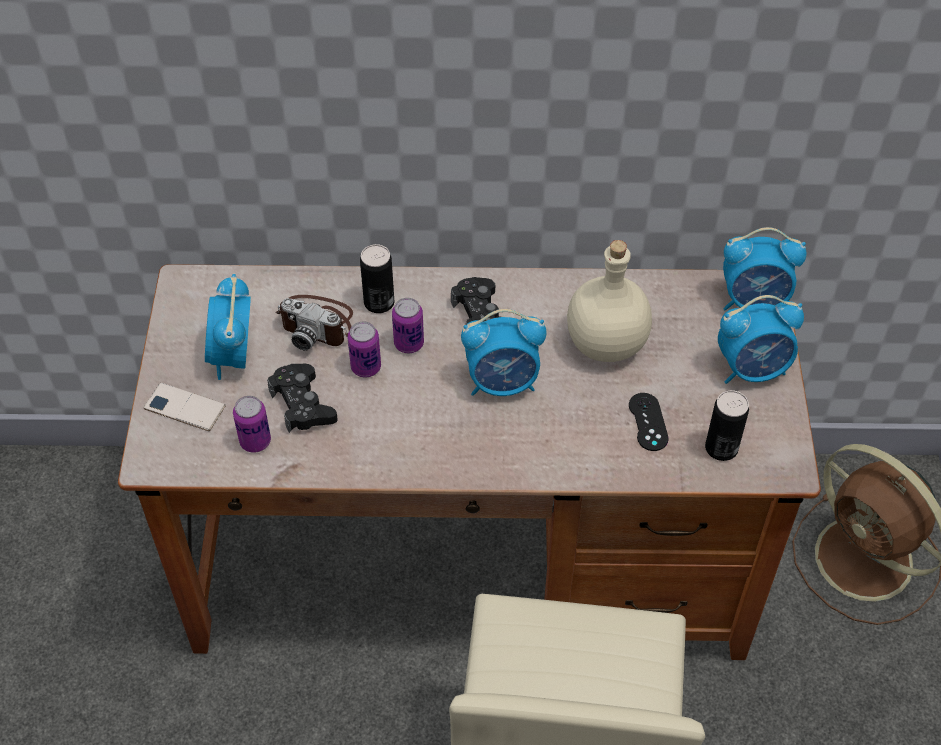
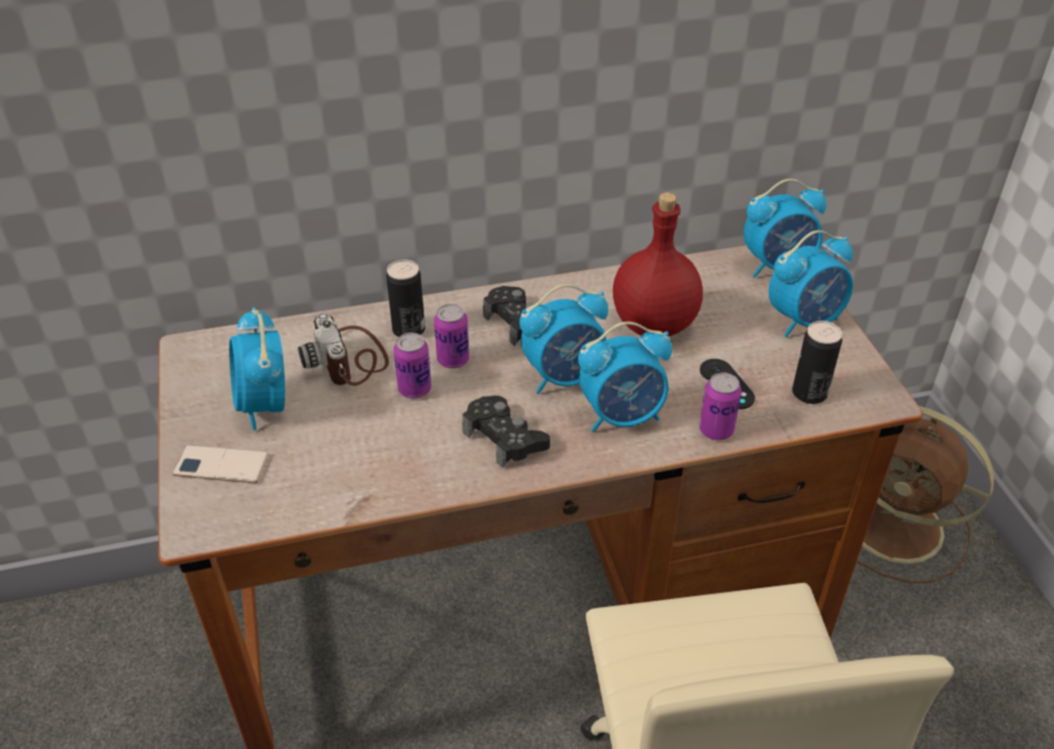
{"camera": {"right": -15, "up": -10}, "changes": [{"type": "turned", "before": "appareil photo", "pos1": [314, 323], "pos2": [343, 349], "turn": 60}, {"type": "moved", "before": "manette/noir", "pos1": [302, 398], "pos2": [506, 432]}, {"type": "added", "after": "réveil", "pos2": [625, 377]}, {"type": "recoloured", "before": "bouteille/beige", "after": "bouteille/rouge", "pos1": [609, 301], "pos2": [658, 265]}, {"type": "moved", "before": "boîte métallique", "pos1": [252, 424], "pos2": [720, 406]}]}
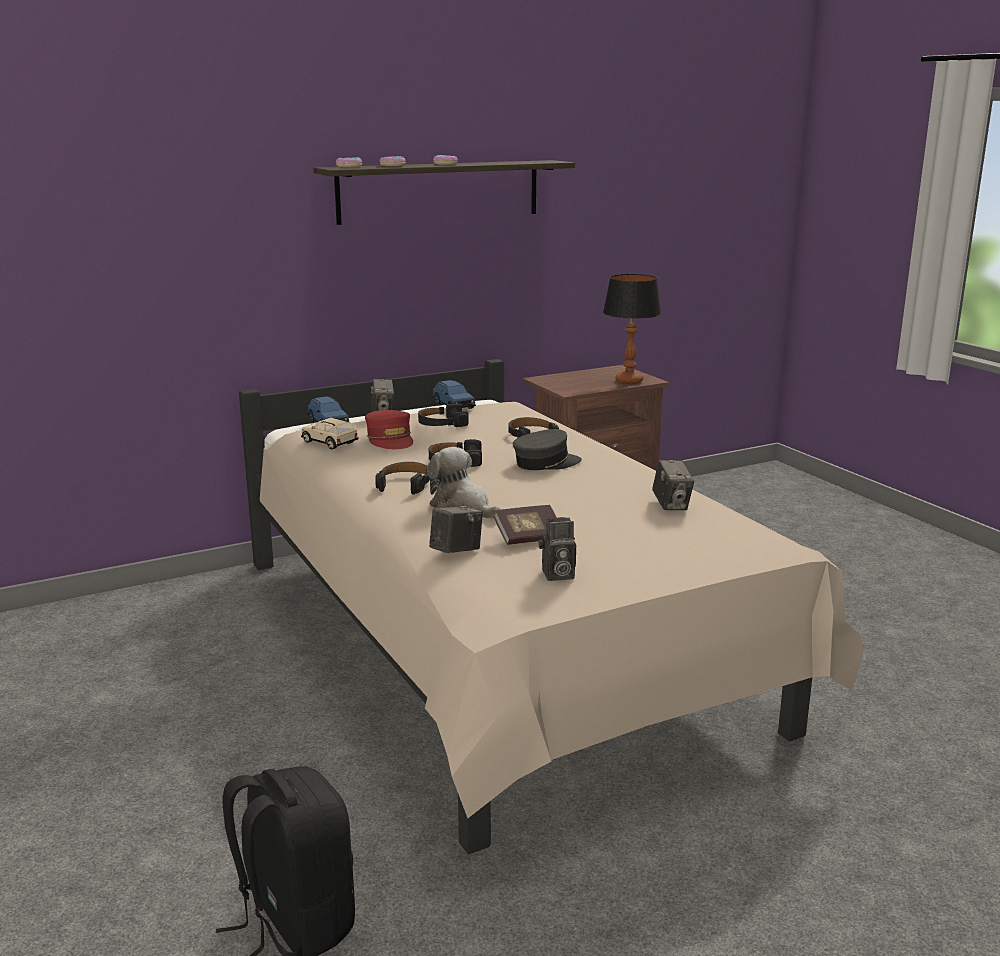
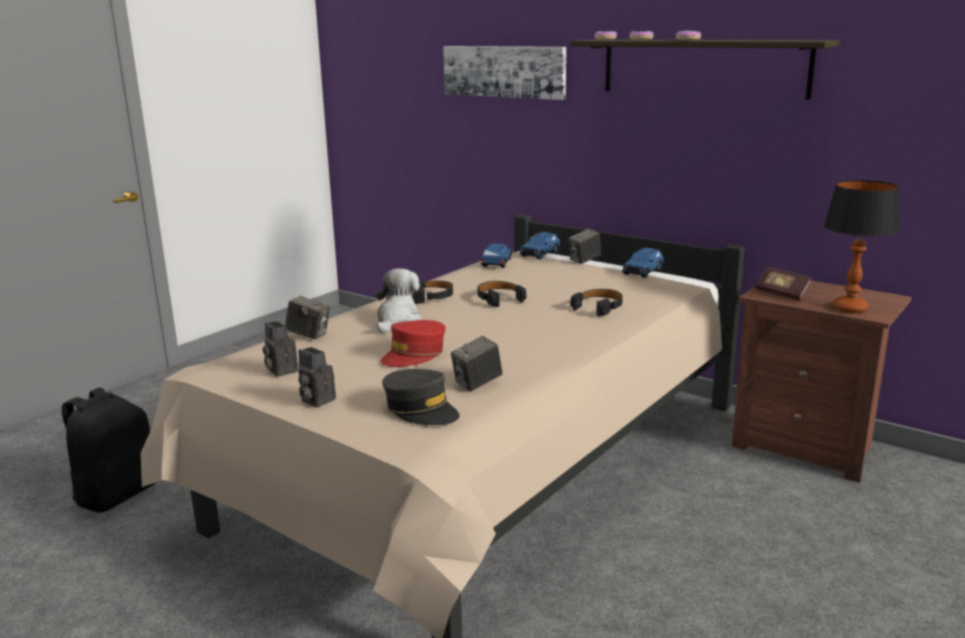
{"camera": {"right": 65, "up": 0}, "changes": [{"type": "added", "after": "appareil photo", "pos2": [317, 377]}, {"type": "moved", "before": "casquette/rouge", "pos1": [389, 429], "pos2": [413, 343]}, {"type": "moved", "before": "casquette/gris", "pos1": [547, 449], "pos2": [421, 397]}, {"type": "added", "after": "tableau", "pos2": [504, 73]}, {"type": "recoloured", "before": "petite voiture/beige", "after": "petite voiture/bleu", "pos1": [329, 433], "pos2": [496, 255]}, {"type": "moved", "before": "livre", "pos1": [525, 525], "pos2": [783, 283]}, {"type": "removed", "before": "casque audio/noir", "pos1": [443, 415]}]}
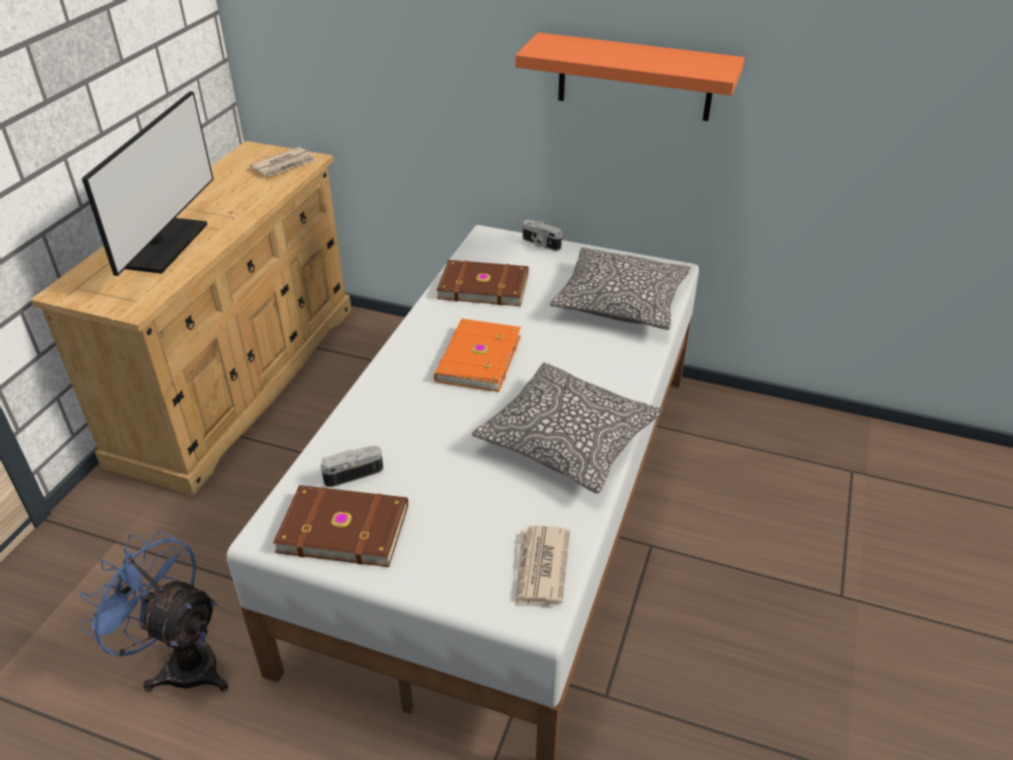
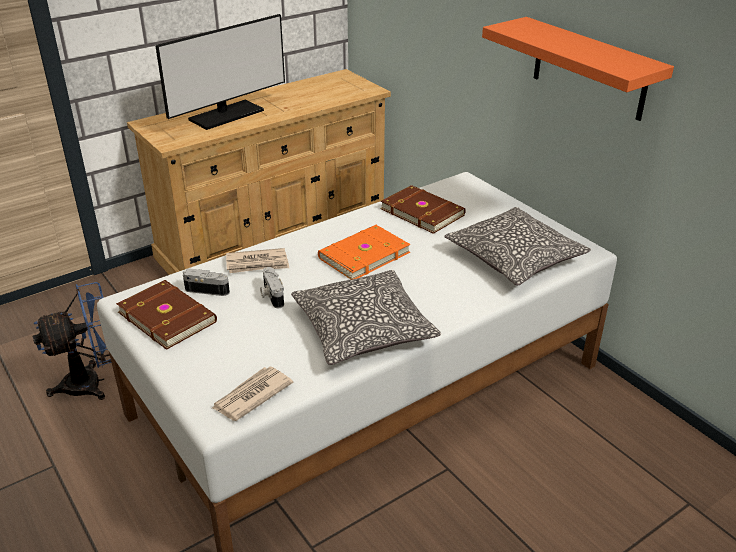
{"camera": {"right": 35, "up": -5}, "changes": [{"type": "turned", "before": "ventilateur/bleu", "pos1": [154, 611], "pos2": [72, 341], "turn": 90}, {"type": "moved", "before": "journal", "pos1": [283, 162], "pos2": [257, 260]}, {"type": "moved", "before": "appareil photo", "pos1": [542, 235], "pos2": [272, 287]}]}
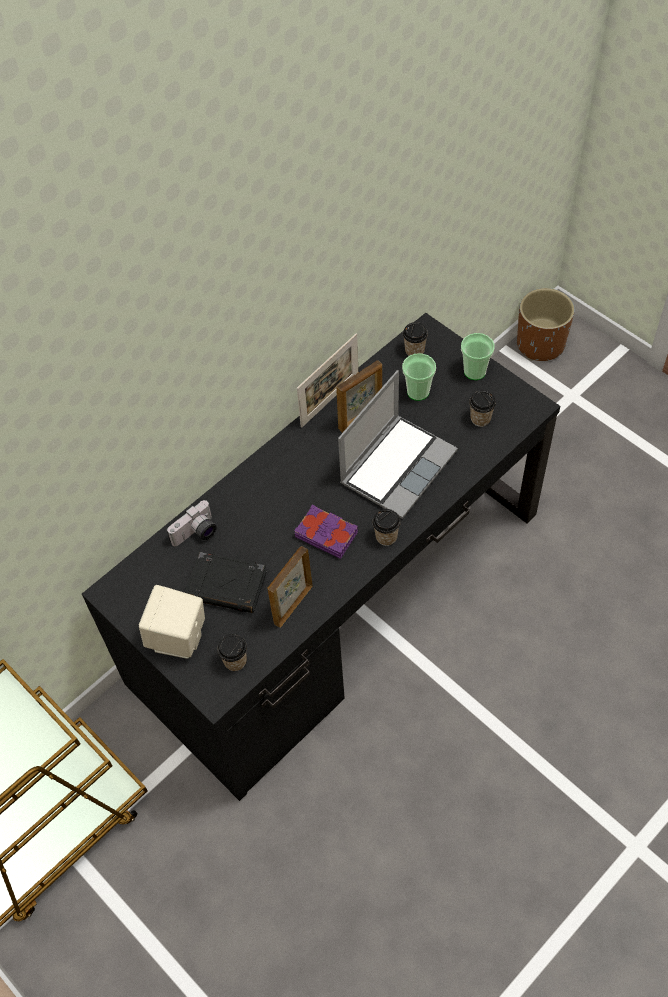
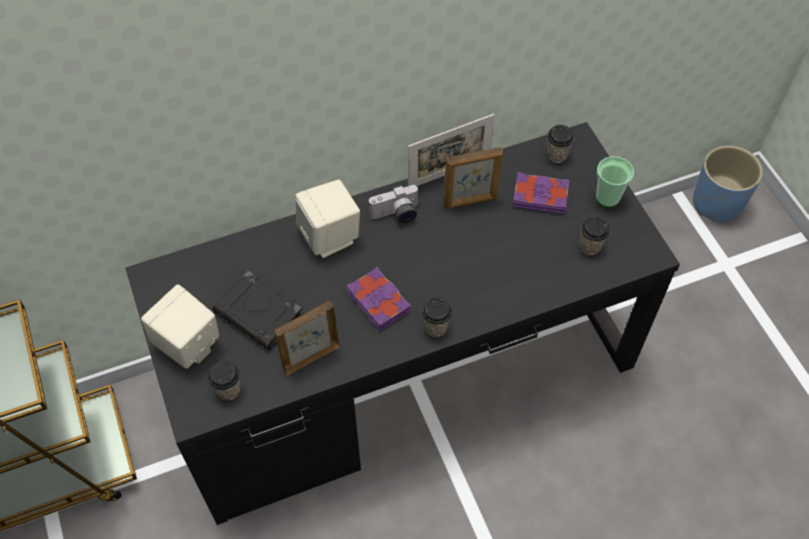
{"camera": {"right": 20, "up": 0}, "changes": [{"type": "added", "after": "enceinte/beige", "pos2": [327, 219]}, {"type": "moved", "before": "appareil photo", "pos1": [192, 523], "pos2": [393, 204]}, {"type": "replaced", "before": "tasse", "after": "livre/violet", "pos1": [419, 377], "pos2": [540, 193]}, {"type": "recoloured", "before": "cache-pot/marron", "after": "cache-pot/bleu", "pos1": [546, 324], "pos2": [728, 183]}, {"type": "removed", "before": "ordinateur portable", "pos1": [398, 444]}]}
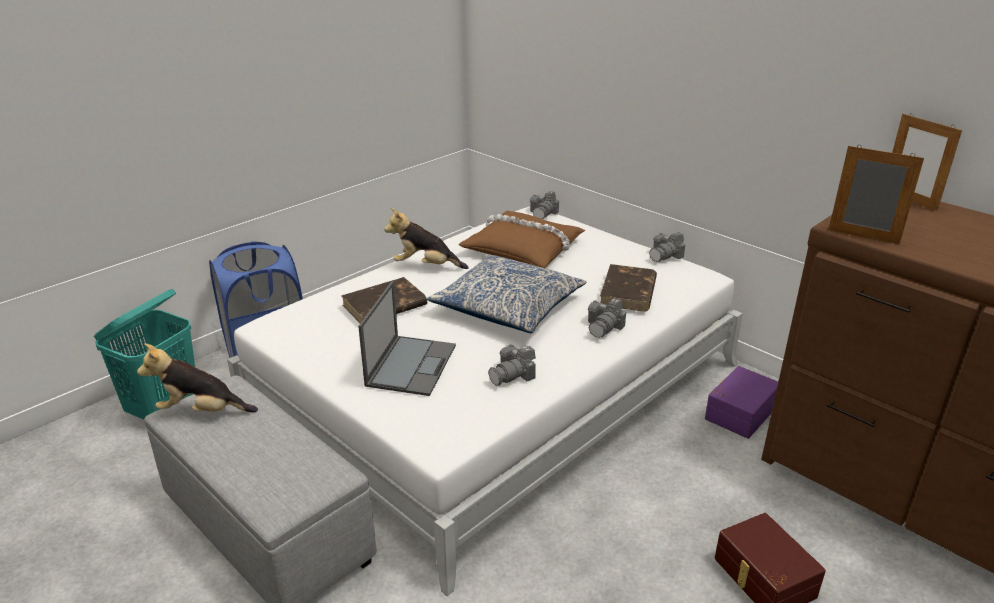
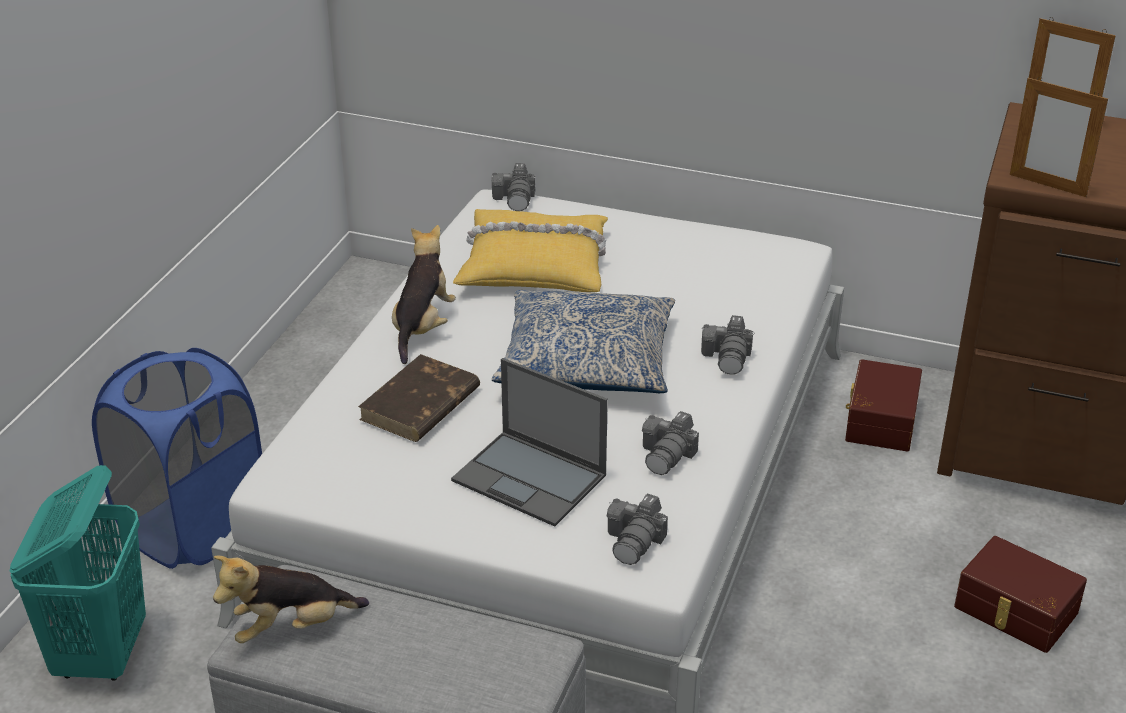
{"camera": {"right": -25, "up": 5}, "changes": [{"type": "turned", "before": "peluche", "pos1": [426, 238], "pos2": [424, 294], "turn": 120}, {"type": "turned", "before": "ordinateur portable", "pos1": [407, 338], "pos2": [529, 442], "turn": 135}, {"type": "recoloured", "before": "coussin/marron", "after": "coussin/jaune", "pos1": [522, 239], "pos2": [530, 250]}, {"type": "moved", "before": "appareil photo", "pos1": [667, 247], "pos2": [637, 529]}, {"type": "recoloured", "before": "boîte de rangement/violet", "after": "boîte de rangement/marron", "pos1": [741, 402], "pos2": [883, 405]}, {"type": "turned", "before": "cadre photo", "pos1": [876, 195], "pos2": [1059, 137], "turn": -150}, {"type": "removed", "before": "livre/marron", "pos1": [628, 288]}]}
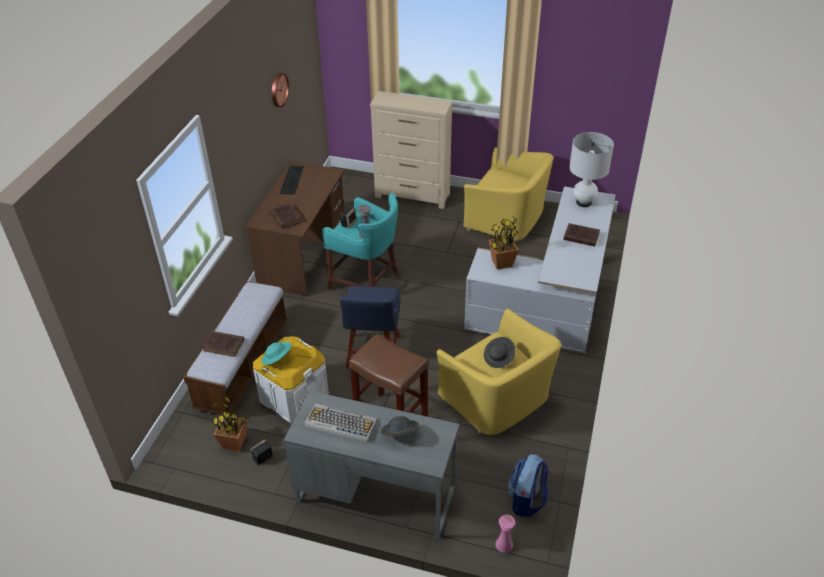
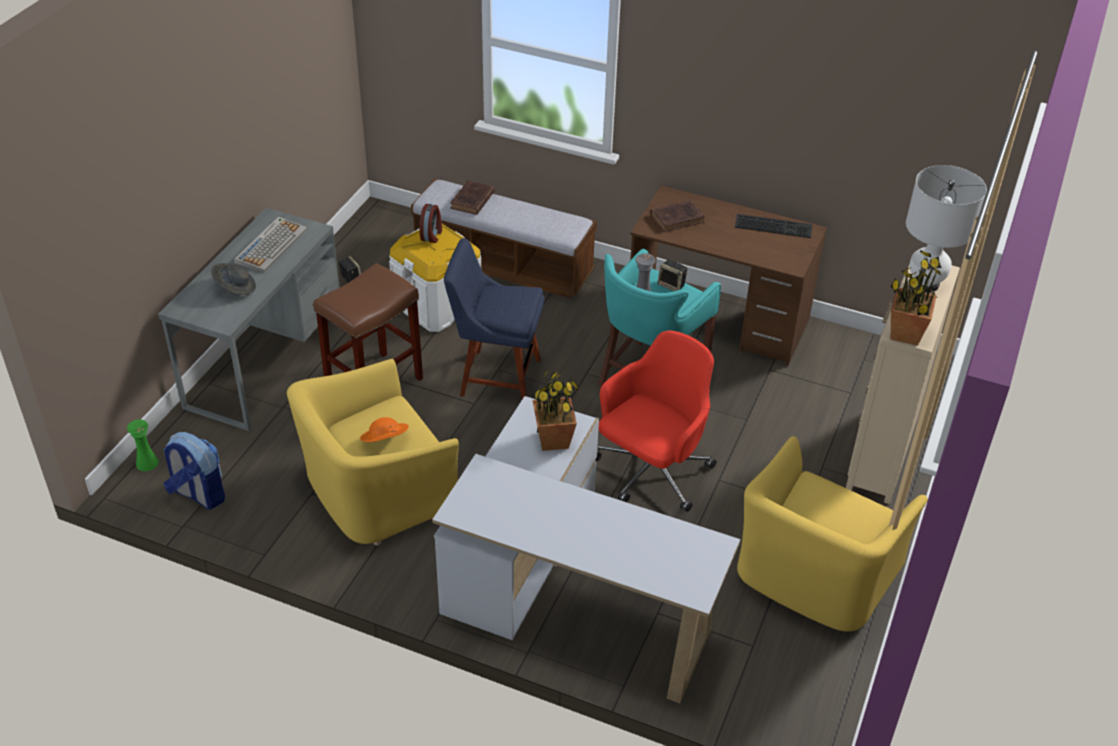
{"camera": {"right": 95, "up": 0}, "changes": [{"type": "recoloured", "before": "vase/rose", "after": "vase/vert", "pos1": [505, 534], "pos2": [143, 445]}, {"type": "recoloured", "before": "chapeau/gris", "after": "chapeau/orange", "pos1": [499, 352], "pos2": [384, 429]}, {"type": "replaced", "before": "chapeau/turquoise", "after": "réveil", "pos1": [276, 353], "pos2": [430, 223]}, {"type": "added", "after": "chaise de bureau/rouge", "pos2": [656, 421]}, {"type": "moved", "before": "plante en pot", "pos1": [229, 423], "pos2": [916, 298]}, {"type": "moved", "before": "lampe de table/blanc", "pos1": [591, 169], "pos2": [946, 228]}, {"type": "removed", "before": "horloge murale", "pos1": [280, 90]}, {"type": "removed", "before": "livre/marron", "pos1": [581, 234]}]}
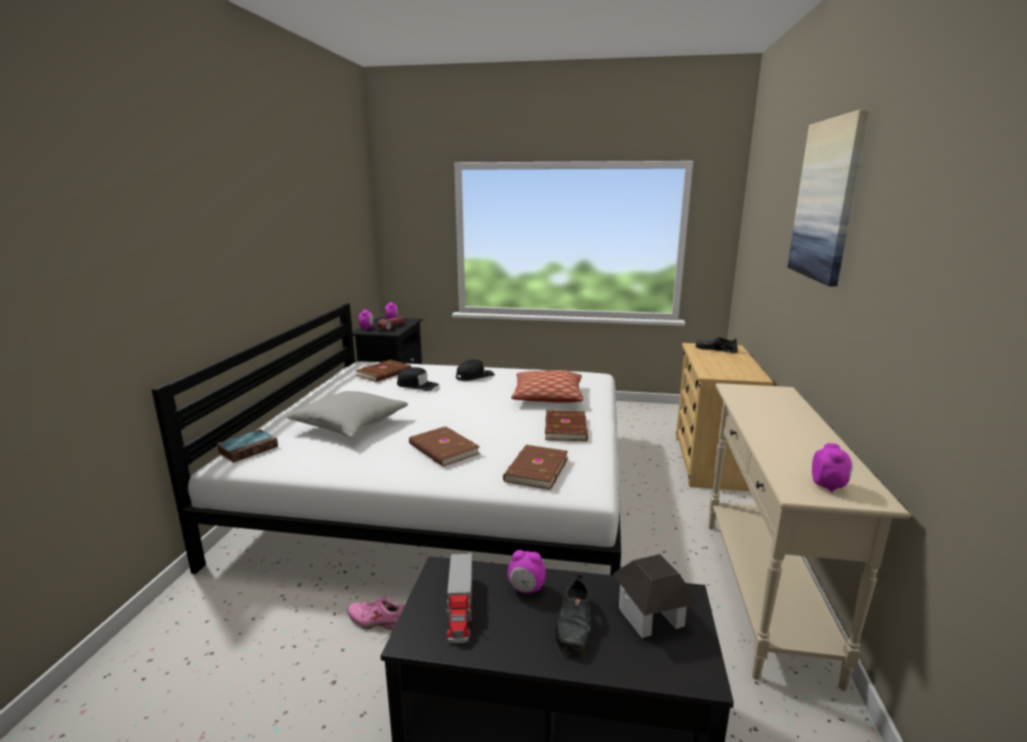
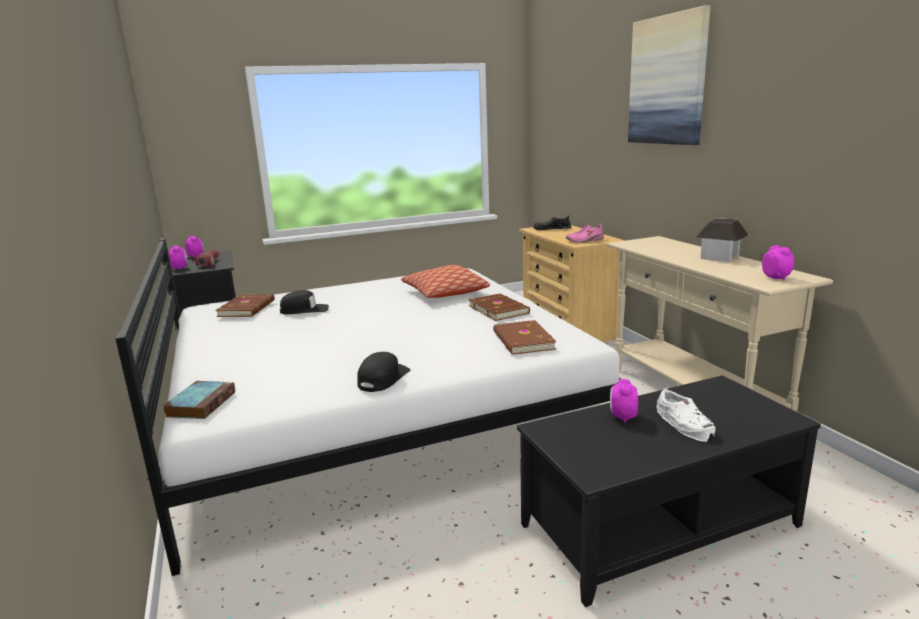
{"camera": {"right": -30, "up": 0}, "changes": [{"type": "moved", "before": "casquette/noir", "pos1": [475, 370], "pos2": [383, 372]}, {"type": "moved", "before": "chaussure/rose", "pos1": [376, 613], "pos2": [585, 233]}, {"type": "turned", "before": "réveil", "pos1": [527, 571], "pos2": [624, 401], "turn": 120}, {"type": "recoloured", "before": "chaussure/noir", "after": "chaussure/blanc", "pos1": [573, 616], "pos2": [686, 414]}, {"type": "moved", "before": "maison miniature", "pos1": [656, 596], "pos2": [722, 240]}, {"type": "removed", "before": "coussin/gris", "pos1": [346, 414]}, {"type": "removed", "before": "livre/marron", "pos1": [444, 446]}, {"type": "removed", "before": "camion jouet", "pos1": [459, 598]}]}
